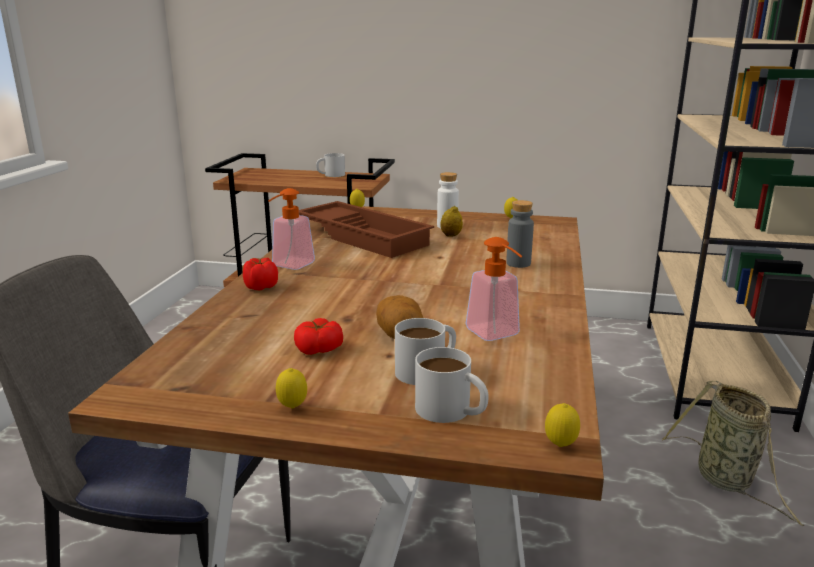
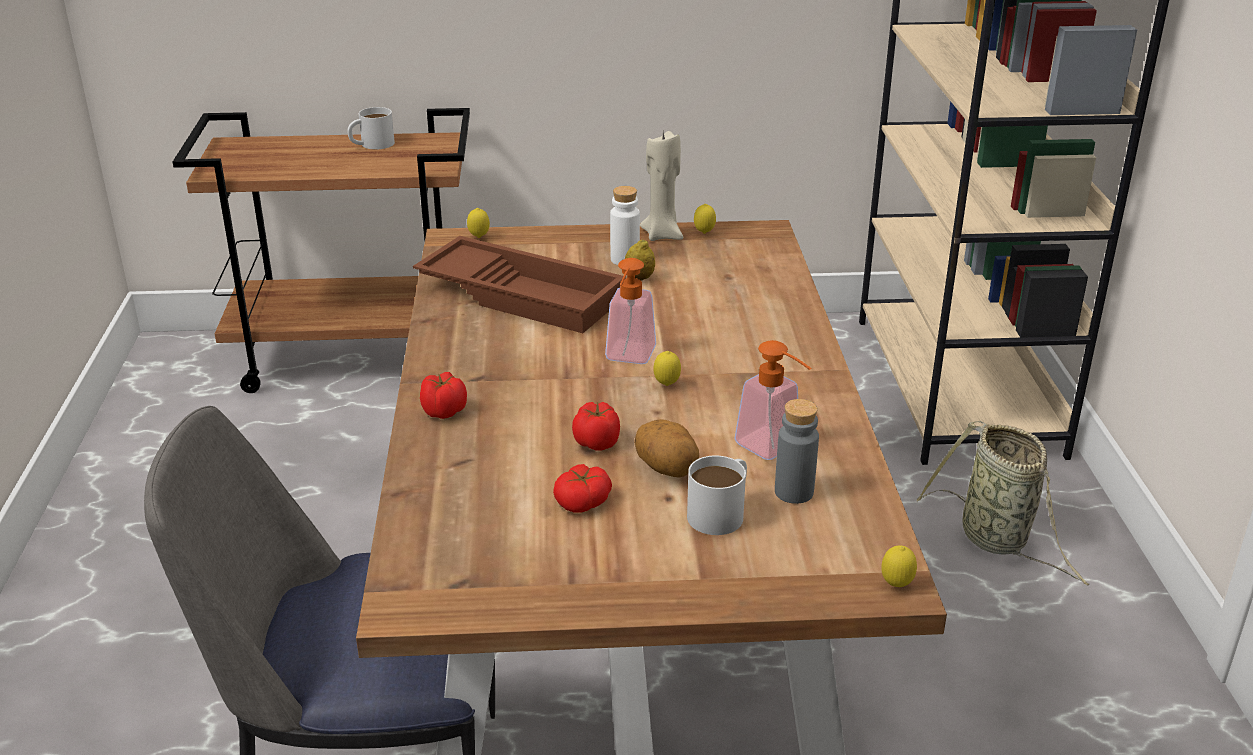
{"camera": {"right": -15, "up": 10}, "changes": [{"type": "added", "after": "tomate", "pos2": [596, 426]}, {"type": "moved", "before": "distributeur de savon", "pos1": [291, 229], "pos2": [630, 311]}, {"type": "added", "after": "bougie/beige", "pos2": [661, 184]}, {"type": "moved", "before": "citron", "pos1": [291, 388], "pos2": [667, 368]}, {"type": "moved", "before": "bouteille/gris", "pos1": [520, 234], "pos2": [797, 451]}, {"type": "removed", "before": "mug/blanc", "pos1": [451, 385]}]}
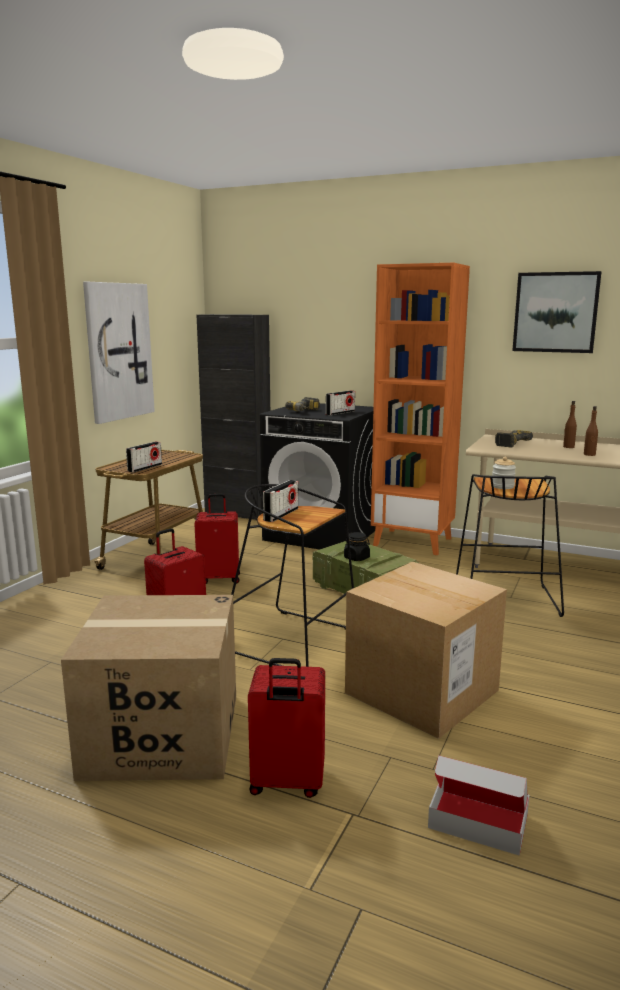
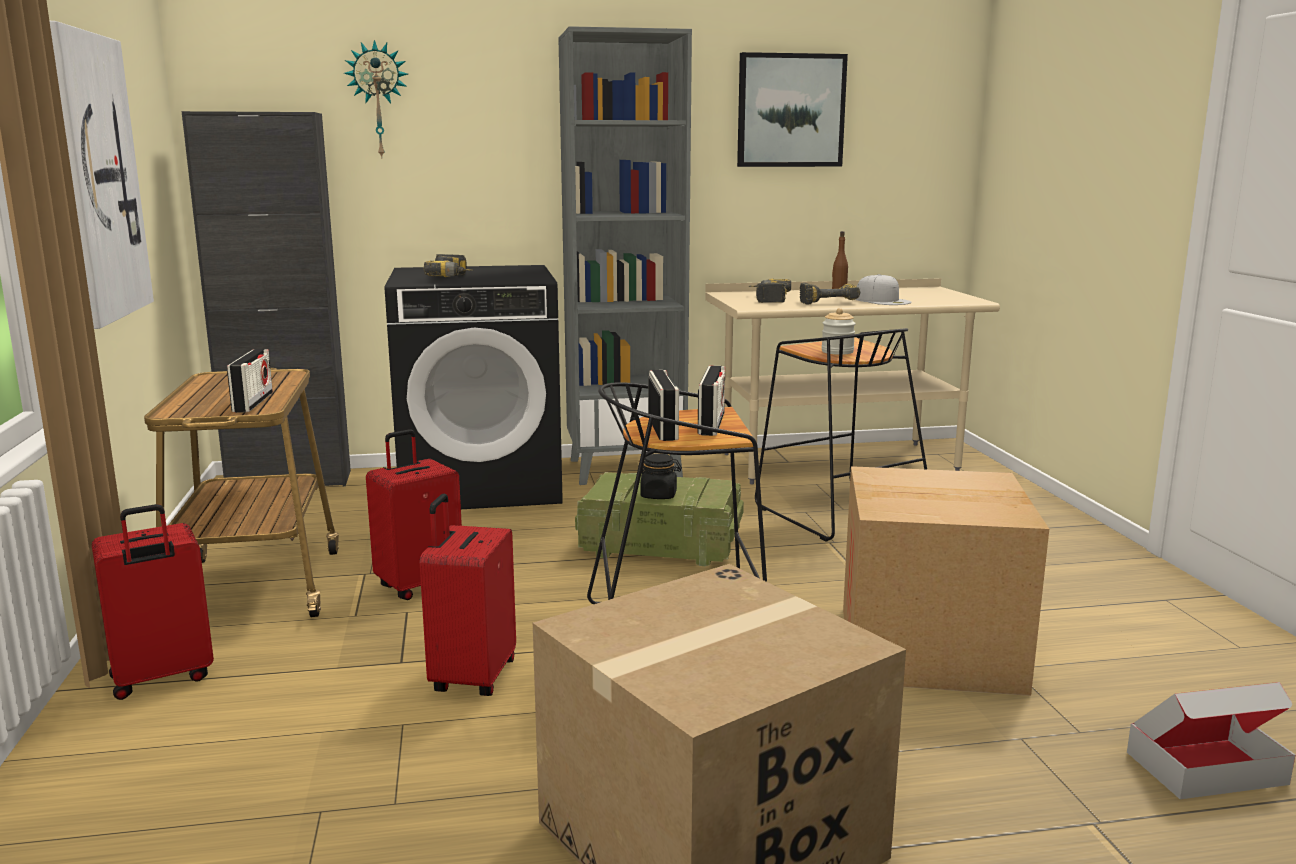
{"camera": {"right": -35, "up": 0}, "changes": [{"type": "moved", "before": "valise/rouge", "pos1": [286, 728], "pos2": [153, 602]}, {"type": "added", "after": "horloge murale", "pos2": [376, 99]}, {"type": "recoloured", "before": "bibliothèque/orange", "after": "bibliothèque/gris", "pos1": [420, 409], "pos2": [625, 255]}, {"type": "moved", "before": "radio", "pos1": [340, 402], "pos2": [711, 400]}, {"type": "added", "after": "perceuse", "pos2": [830, 293]}, {"type": "replaced", "before": "bouteille/marron", "after": "casquette/blanc", "pos1": [591, 431], "pos2": [883, 289]}]}
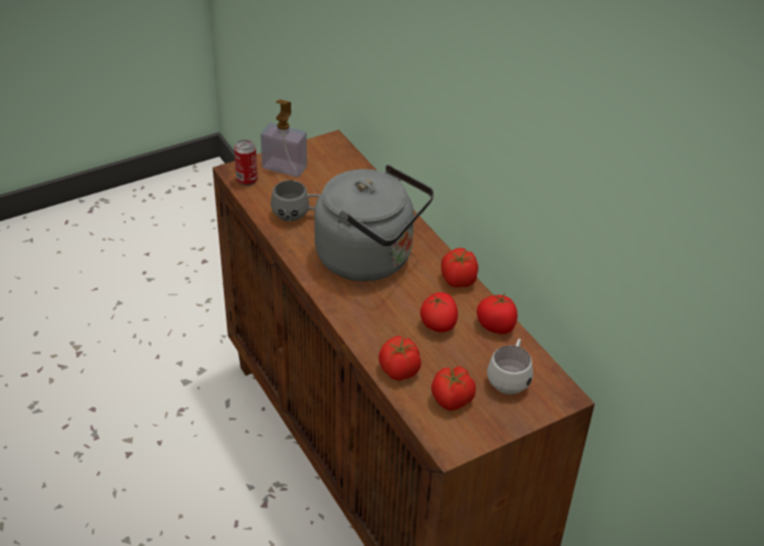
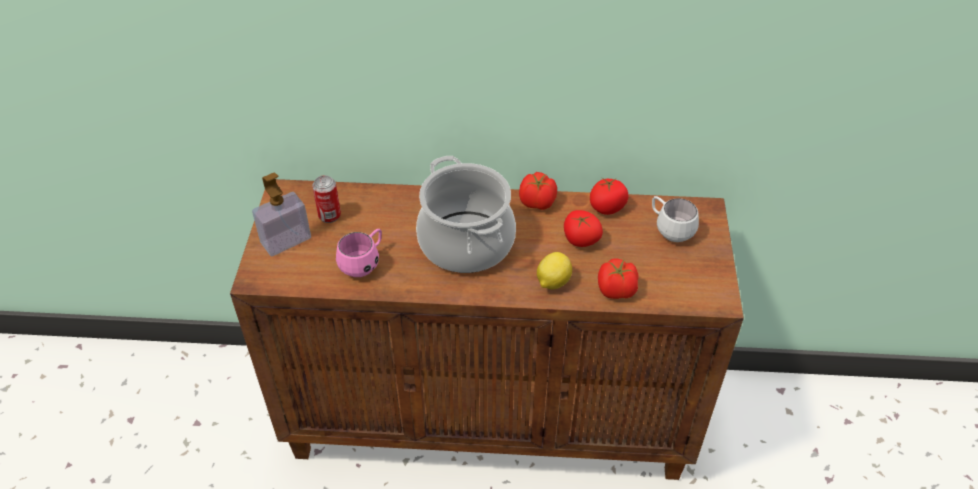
{"camera": {"right": -55, "up": 5}, "changes": [{"type": "moved", "before": "boîte métallique", "pos1": [246, 162], "pos2": [326, 199]}, {"type": "recoloured", "before": "mug/gris", "after": "mug/rose", "pos1": [295, 200], "pos2": [359, 253]}, {"type": "replaced", "before": "bouilloire/gris", "after": "marmite", "pos1": [374, 223], "pos2": [466, 214]}, {"type": "added", "after": "citron", "pos2": [554, 270]}, {"type": "removed", "before": "tomate", "pos1": [453, 388]}]}
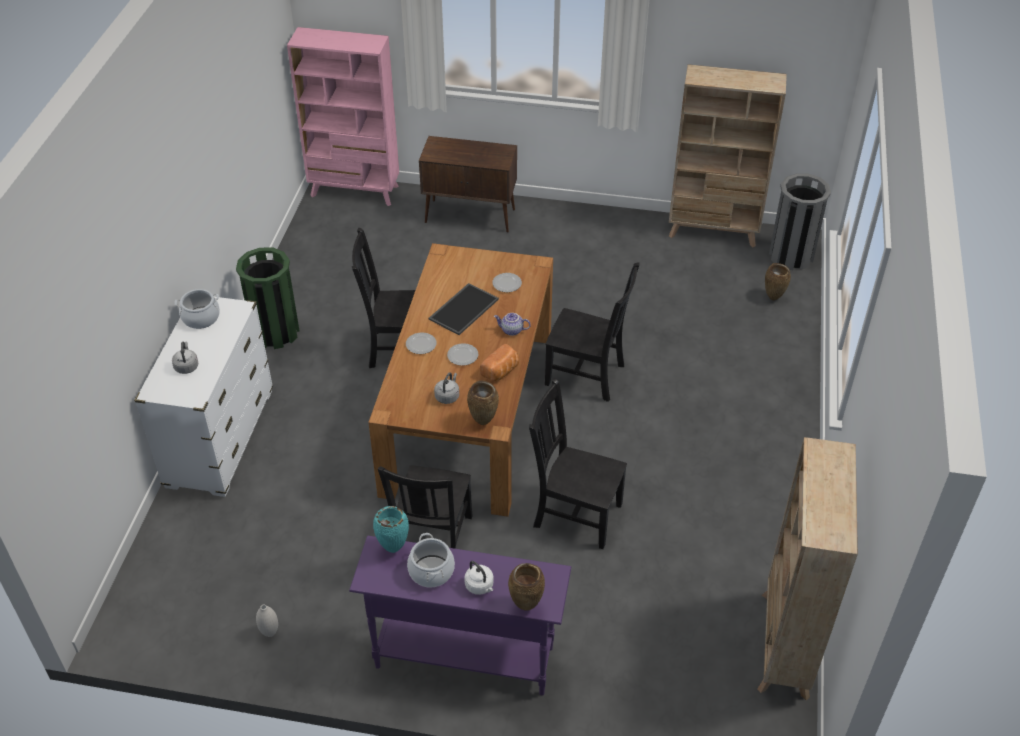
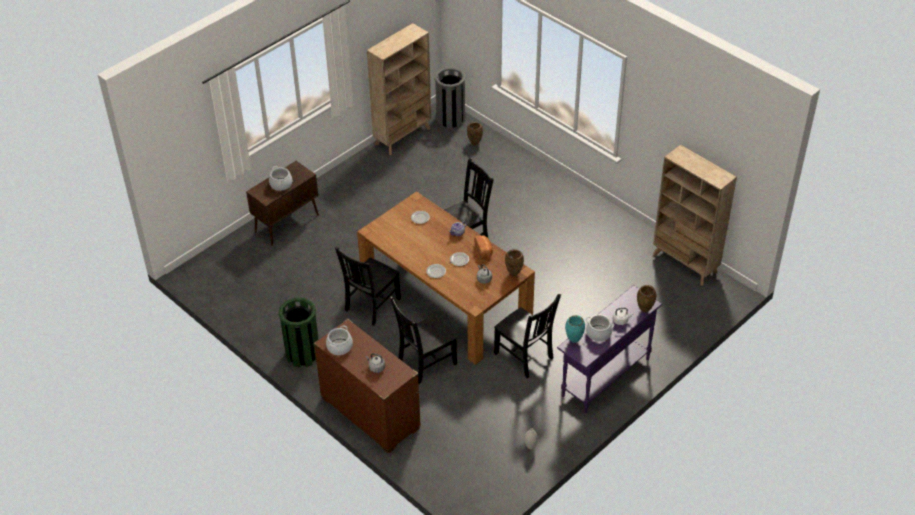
{"camera": {"right": -55, "up": 0}, "changes": [{"type": "added", "after": "marmite", "pos2": [280, 178]}, {"type": "recoloured", "before": "commode/blanc", "after": "commode/marron", "pos1": [203, 397], "pos2": [367, 386]}, {"type": "moved", "before": "chaise/noir", "pos1": [578, 463], "pos2": [423, 340]}, {"type": "removed", "before": "bibliothèque/rose", "pos1": [343, 116]}, {"type": "removed", "before": "plateau", "pos1": [464, 309]}]}
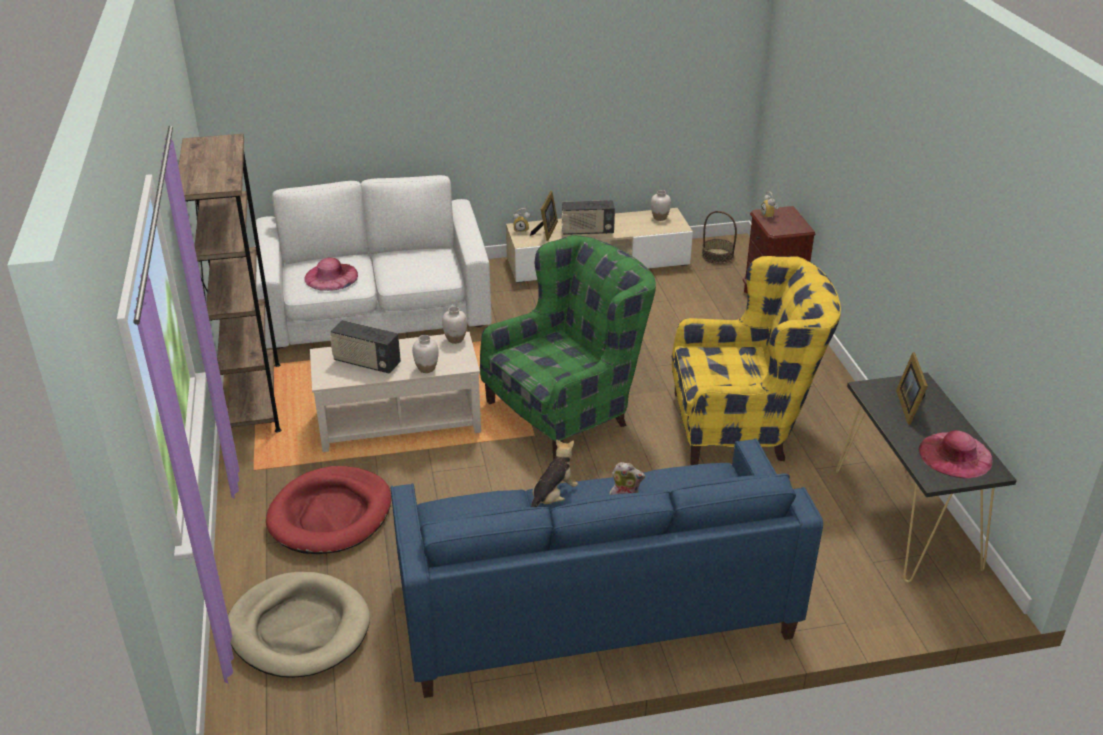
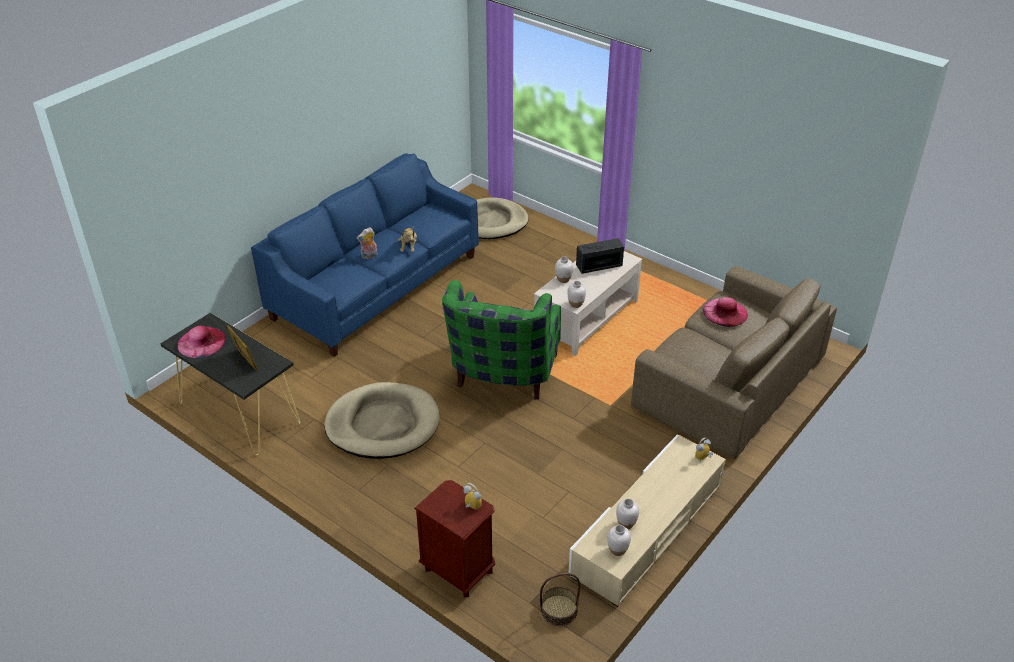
{"camera": {"right": 140, "up": 5}, "changes": [{"type": "replaced", "before": "fauteuil/jaune", "after": "panier pour chien/beige", "pos1": [756, 360], "pos2": [382, 420]}, {"type": "added", "after": "vase/blanc", "pos2": [627, 514]}, {"type": "recoloured", "before": "canapé/blanc", "after": "canapé/marron", "pos1": [373, 262], "pos2": [734, 362]}, {"type": "removed", "before": "bibliothèque/marron", "pos1": [229, 283]}, {"type": "removed", "before": "panier pour chien/rouge", "pos1": [328, 510]}, {"type": "removed", "before": "cadre photo", "pos1": [544, 216]}, {"type": "removed", "before": "radio", "pos1": [588, 217]}]}
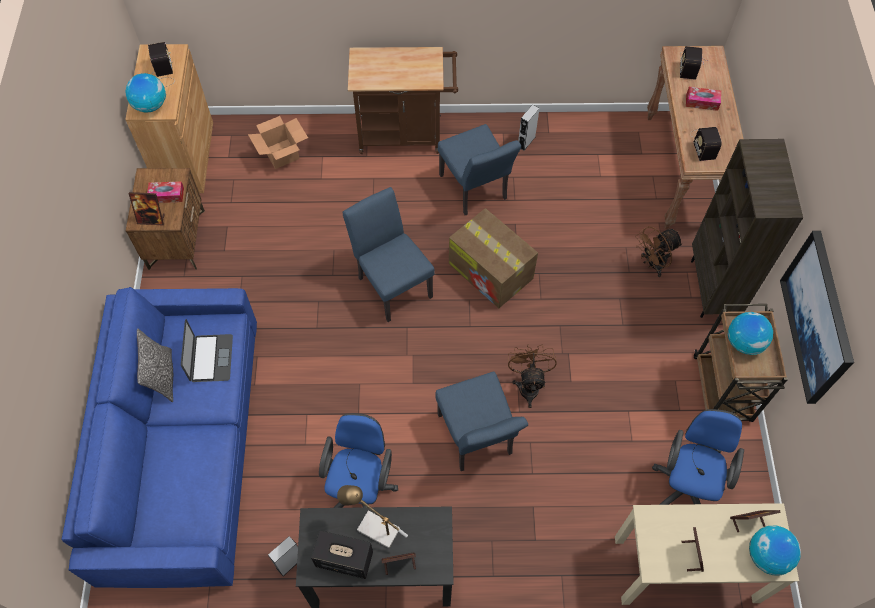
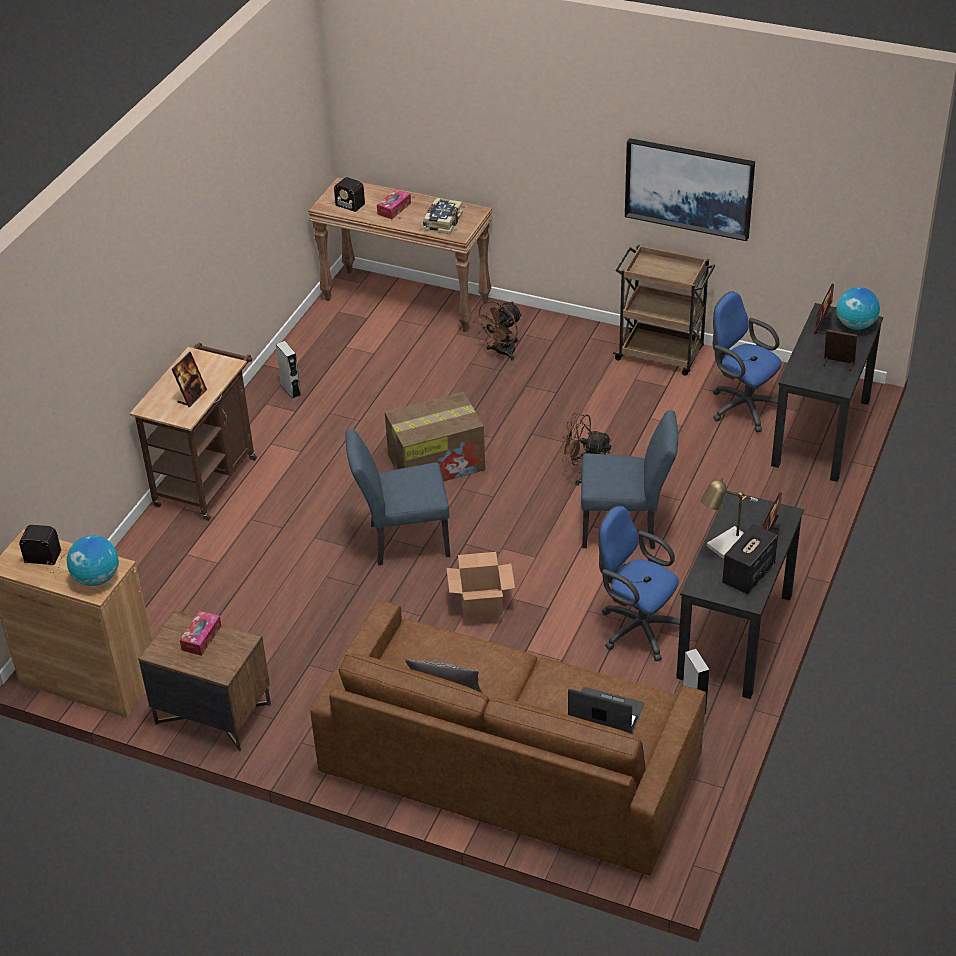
{"camera": {"right": -65, "up": -20}, "changes": [{"type": "moved", "before": "cadre photo", "pos1": [146, 208], "pos2": [189, 379]}, {"type": "recoloured", "before": "canapé/bleu", "after": "canapé/marron", "pos1": [159, 437], "pos2": [508, 738]}, {"type": "replaced", "before": "radio", "after": "livre", "pos1": [706, 144], "pos2": [443, 216]}, {"type": "moved", "before": "carton", "pos1": [278, 142], "pos2": [481, 585]}, {"type": "turned", "before": "ventilateur/marron", "pos1": [659, 251], "pos2": [497, 330], "turn": 45}, {"type": "moved", "before": "ordinateur portable", "pos1": [207, 350], "pos2": [606, 710]}, {"type": "recoloured", "before": "bureau/beige", "after": "bureau/noir", "pos1": [707, 554], "pos2": [827, 392]}, {"type": "removed", "before": "chaise/bleu", "pos1": [479, 169]}, {"type": "removed", "before": "bibliothèque/marron", "pos1": [747, 228]}, {"type": "removed", "before": "globe", "pos1": [750, 333]}]}
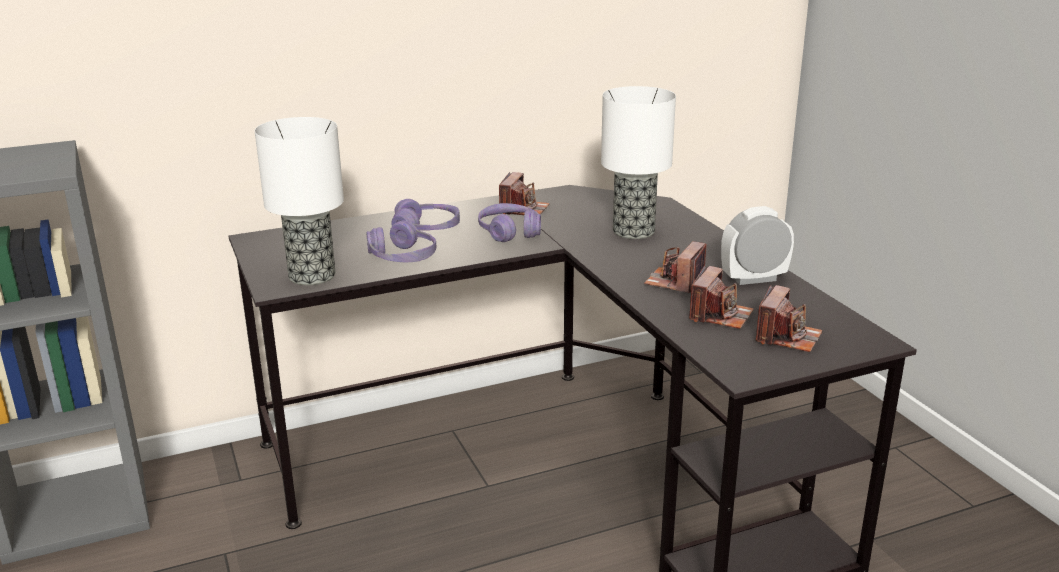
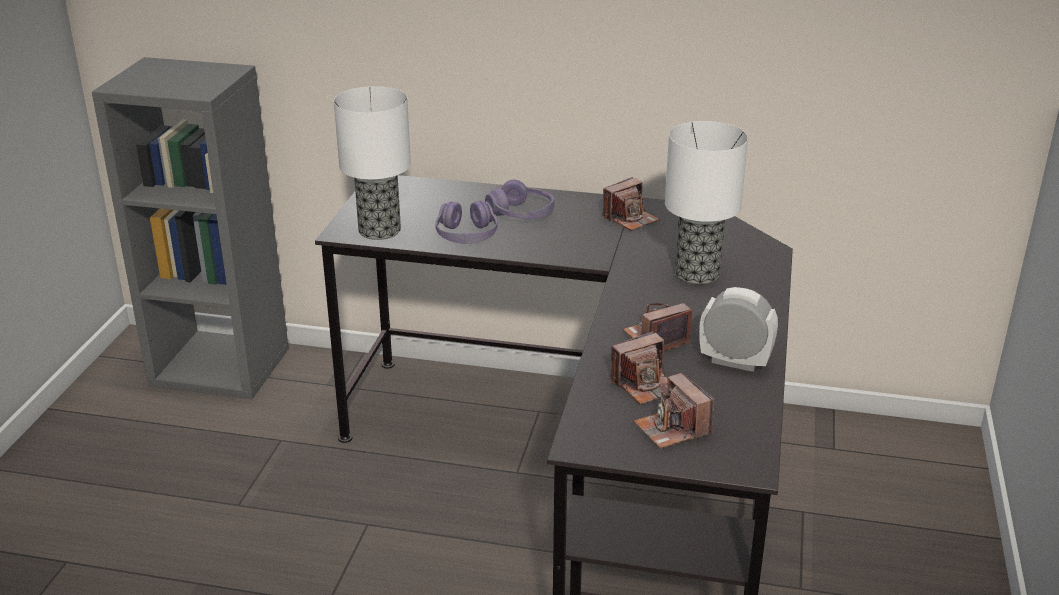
{"camera": {"right": 35, "up": 5}, "changes": [{"type": "turned", "before": "appareil photo", "pos1": [789, 318], "pos2": [674, 411], "turn": 90}, {"type": "removed", "before": "casque audio/violet", "pos1": [509, 222]}]}
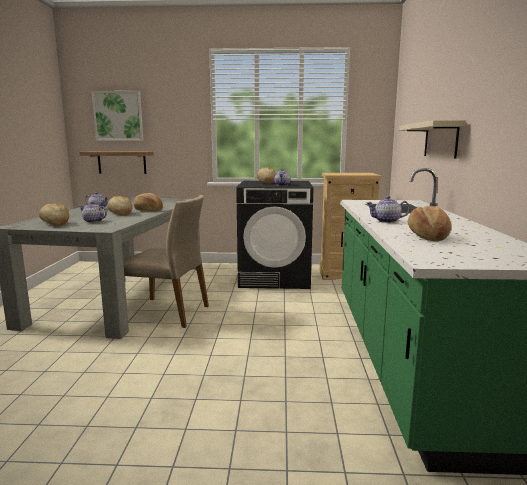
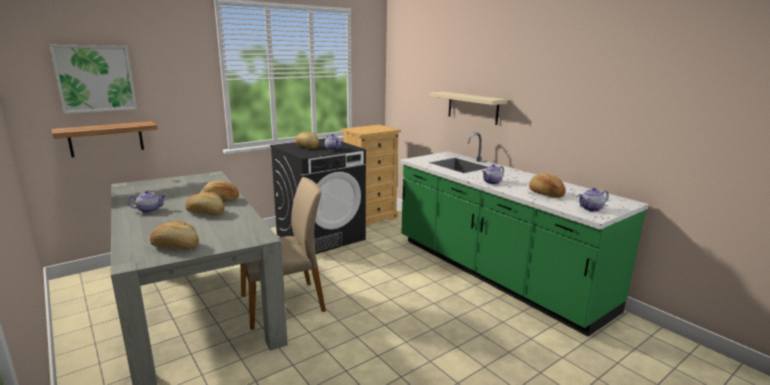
{"camera": {"right": -40, "up": 5}, "changes": [{"type": "moved", "before": "théière", "pos1": [93, 212], "pos2": [593, 200]}]}
